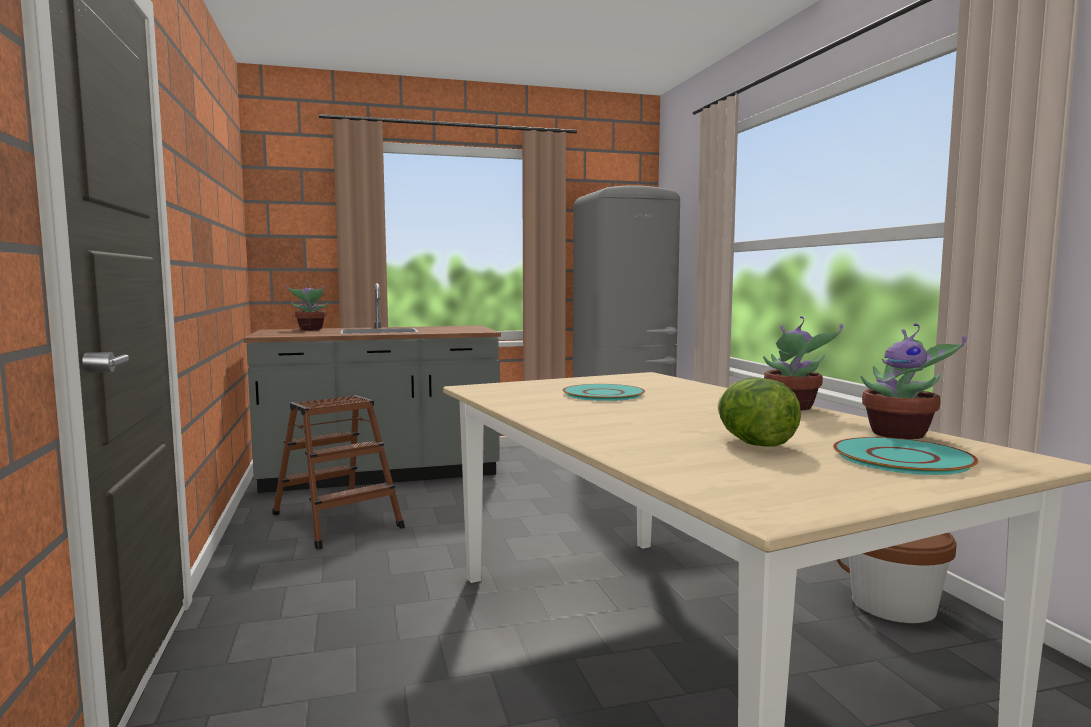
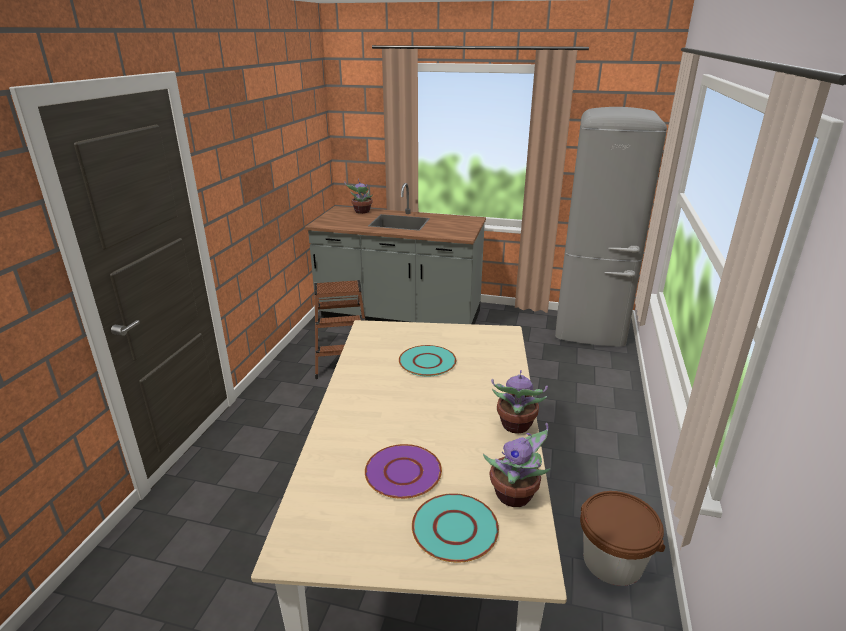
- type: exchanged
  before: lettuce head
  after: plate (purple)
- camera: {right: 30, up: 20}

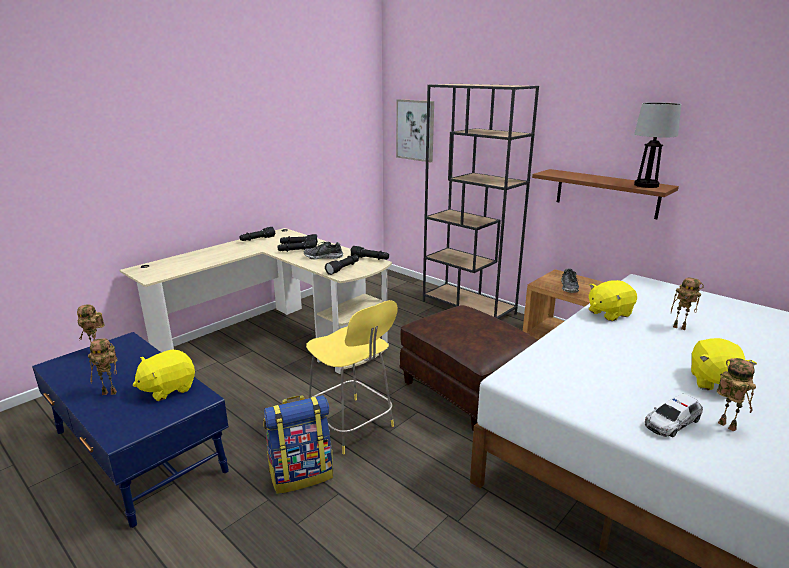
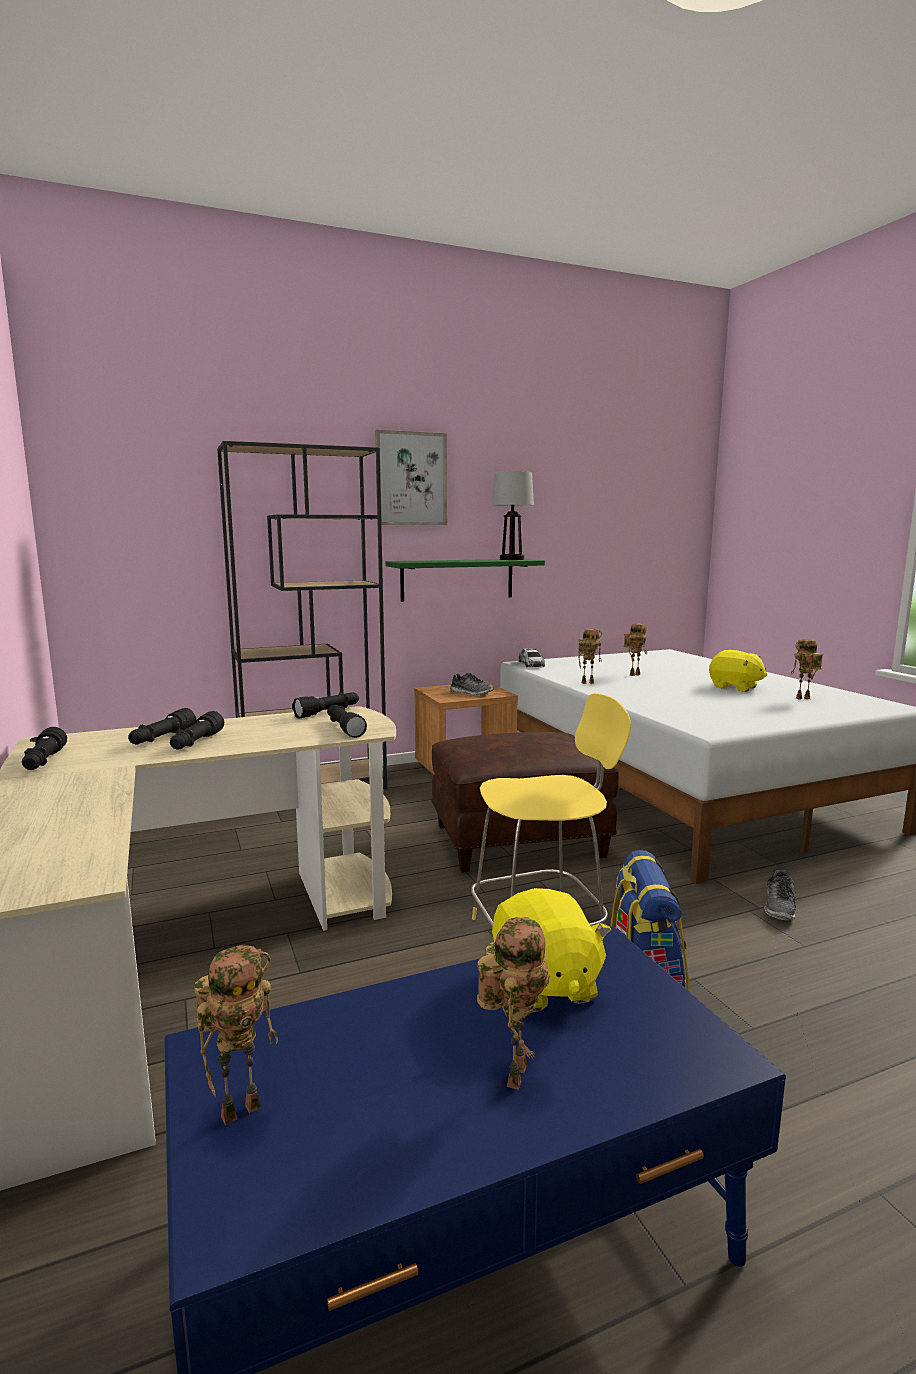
- type: relocated
  before: shoe (no. 1 from left in the first image)
  after: shoe (no. 2 from left)
- type: relocated
  before: wall art
- type: relocated
  before: miniature car
- type: exchanged
  before: cuddly toy (yellow) (no. 2 from left)
  after: model robot (no. 3 from left)
- type: colour
  before: wall shelf (brown)
  after: wall shelf (greenish)
- camera: {right: -65, up: -10}

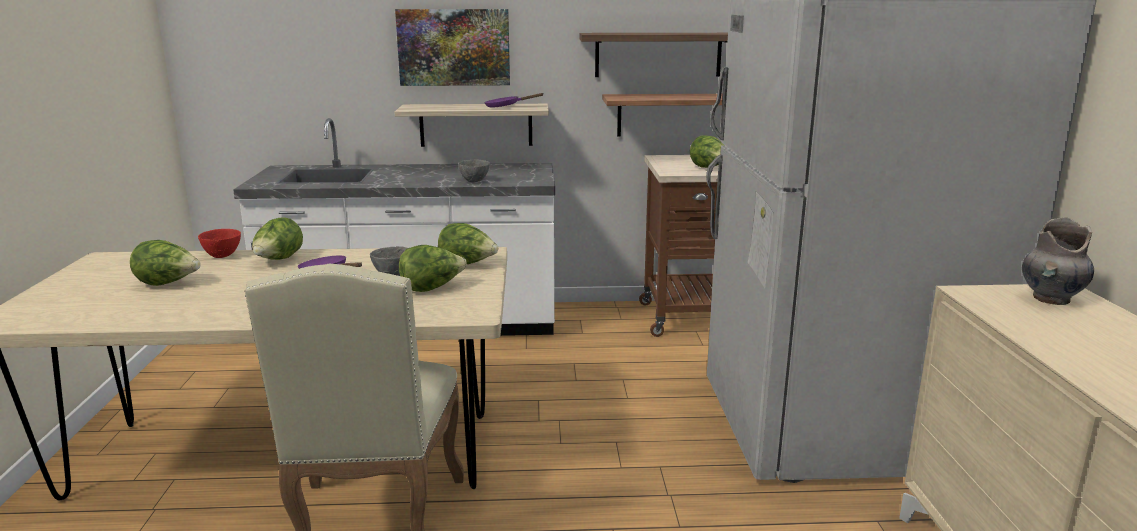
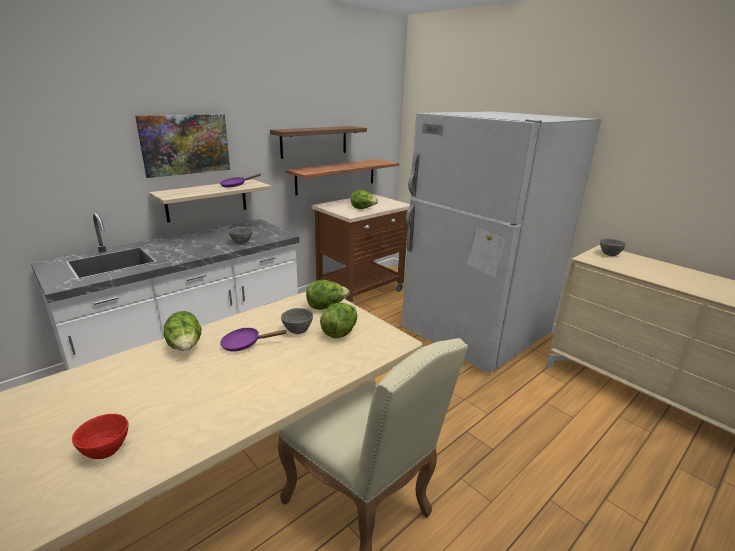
- type: missing
  before: lettuce head (no. 1 from left)
- type: relocated
  before: serving bowl (red)
- type: exchanged
  before: vase (greyish)
  after: serving bowl (greyish) (no. 3 from left)
- camera: {right: -40, up: 5}

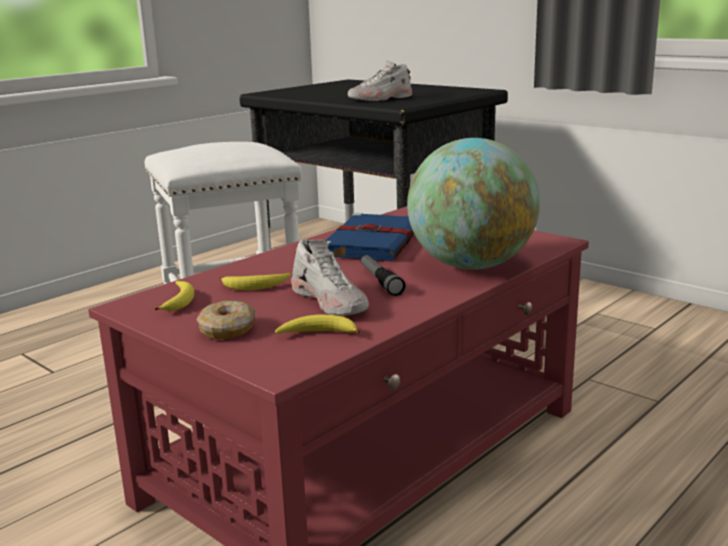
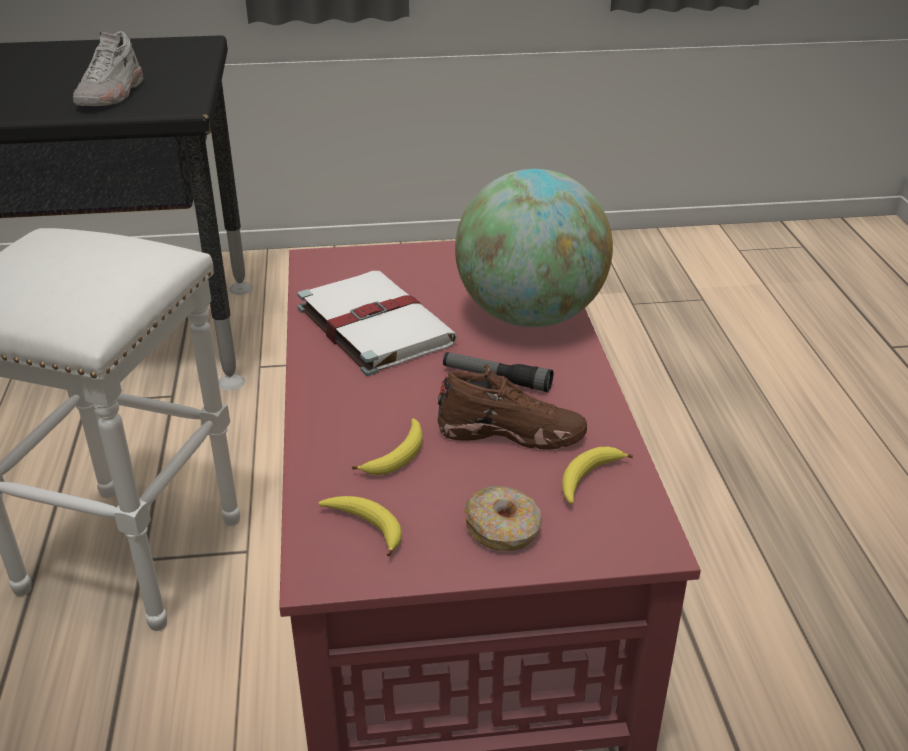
- type: colour
  before: shoe (whitish) (no. 1 from left)
  after: shoe (brown)
- type: colour
  before: book (bluish)
  after: book (whitish)
- camera: {right: -50, up: 15}

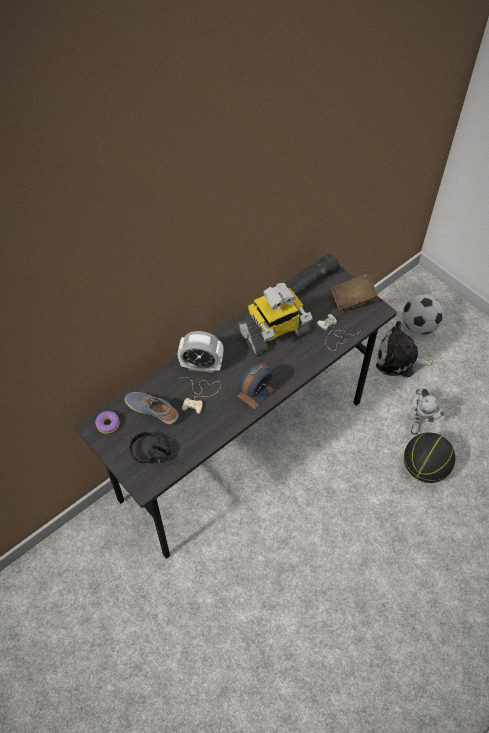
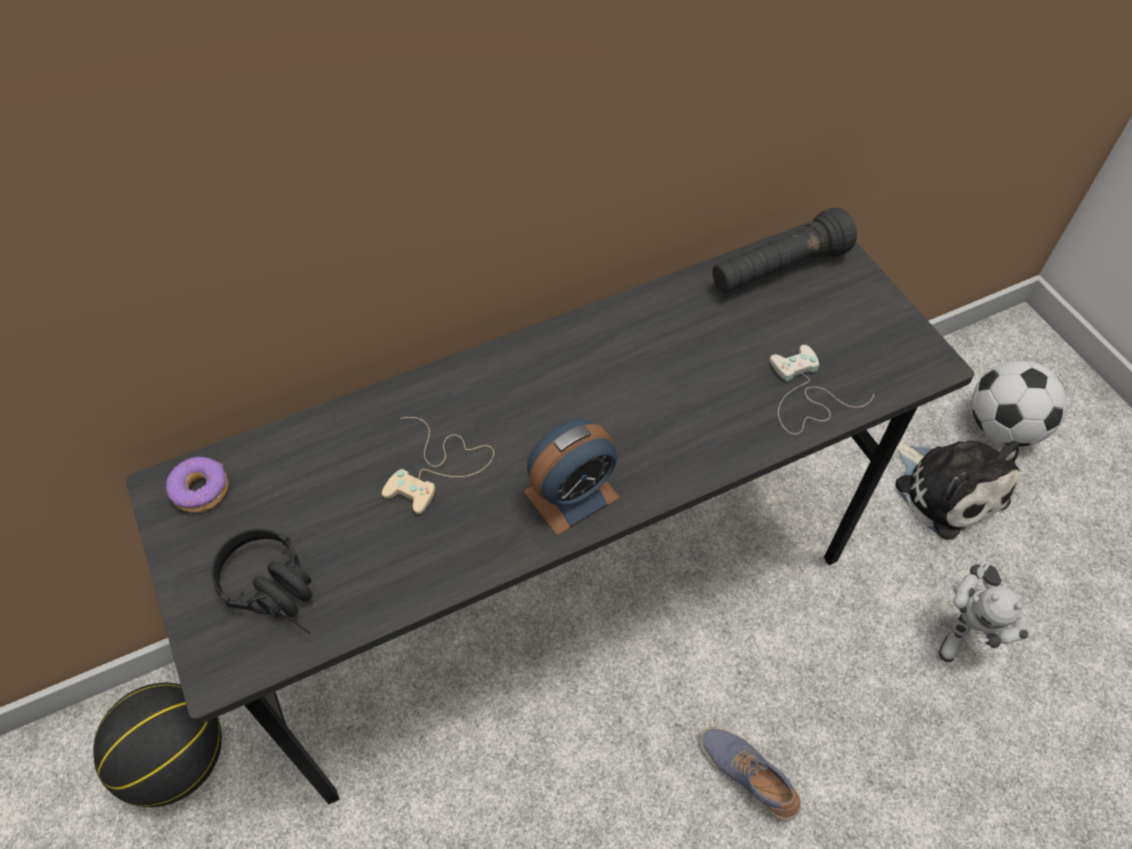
- type: missing
  before: bedside clock (no. 1 from left)
- type: missing
  before: model robot (no. 1 from left)
- type: missing
  before: book (brown)
- type: relocated
  before: shoe
- type: relocated
  before: ball for basketball
- type: spun
  before: cuddly toy
  turn: -150
- camera: {right: 15, up: 0}

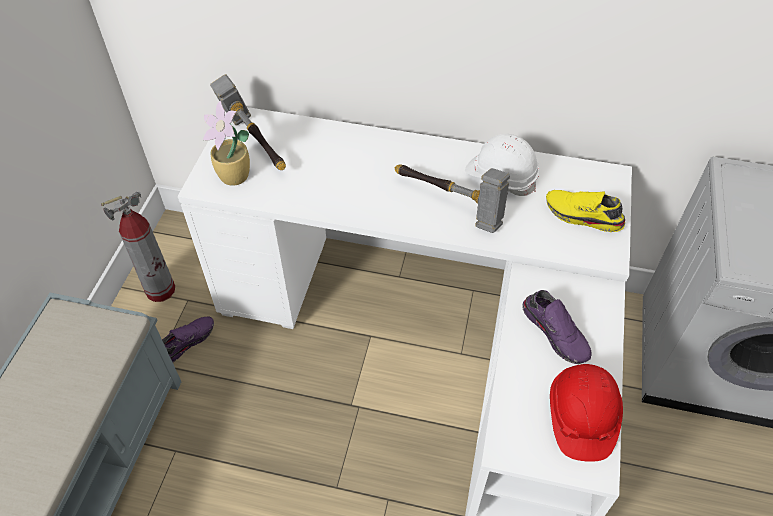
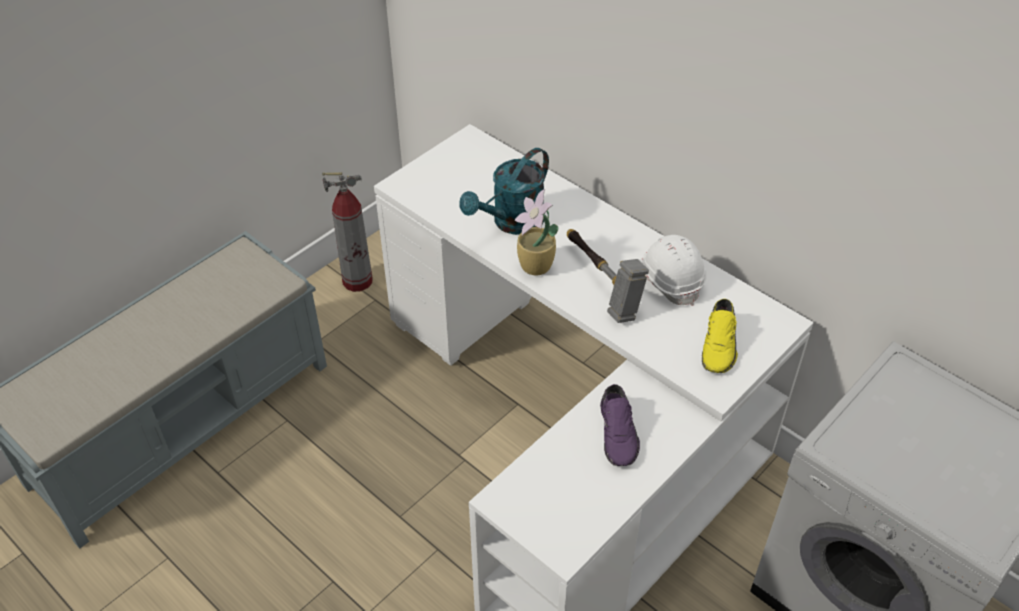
- type: missing
  before: shoe (purple) (no. 1 from left)
- type: missing
  before: hammer (no. 1 from left)
- type: missing
  before: safety helmet (red)
- type: appeared
  after: watering can (turquoise)
- type: relocated
  before: potted plant
- type: spun
  before: shoe (yellow)
  turn: -135
- camera: {right: 30, up: -5}

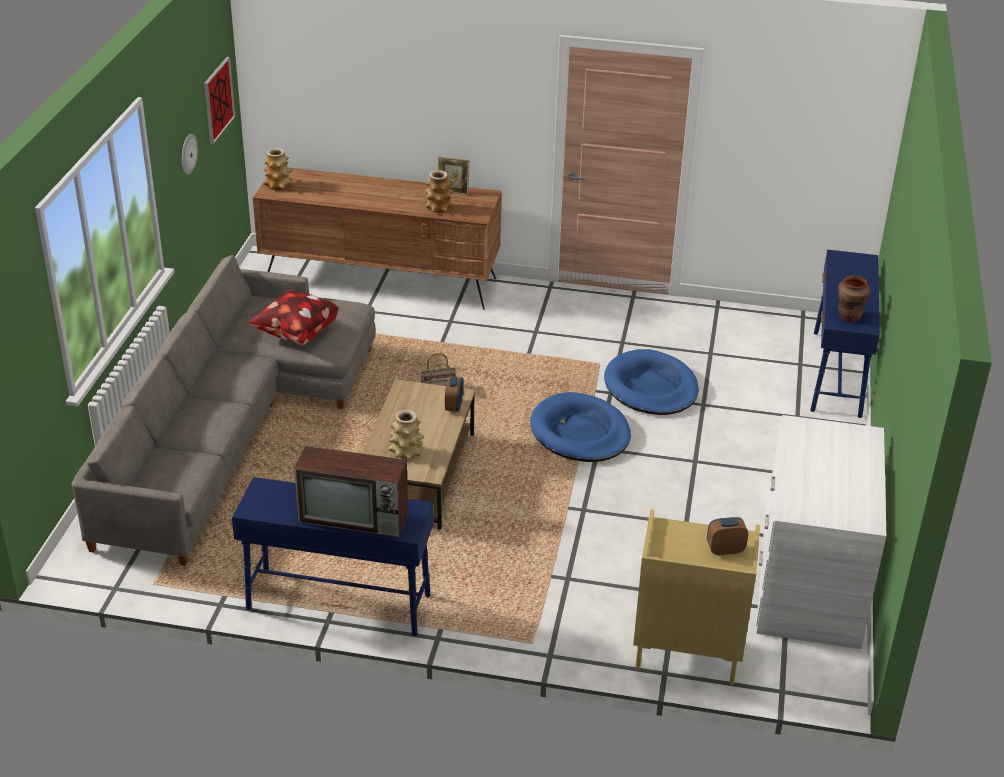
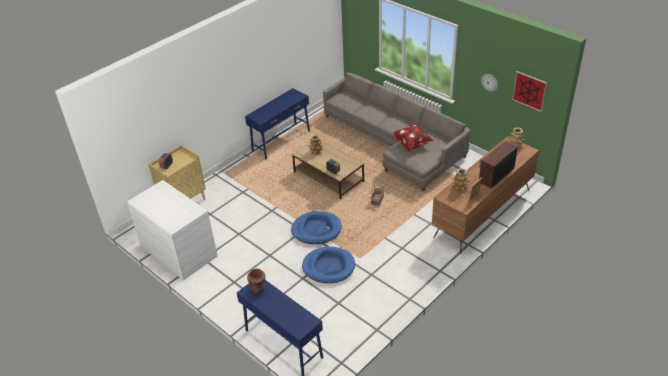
- type: relocated
  before: television
- camera: {right: 125, up: 5}

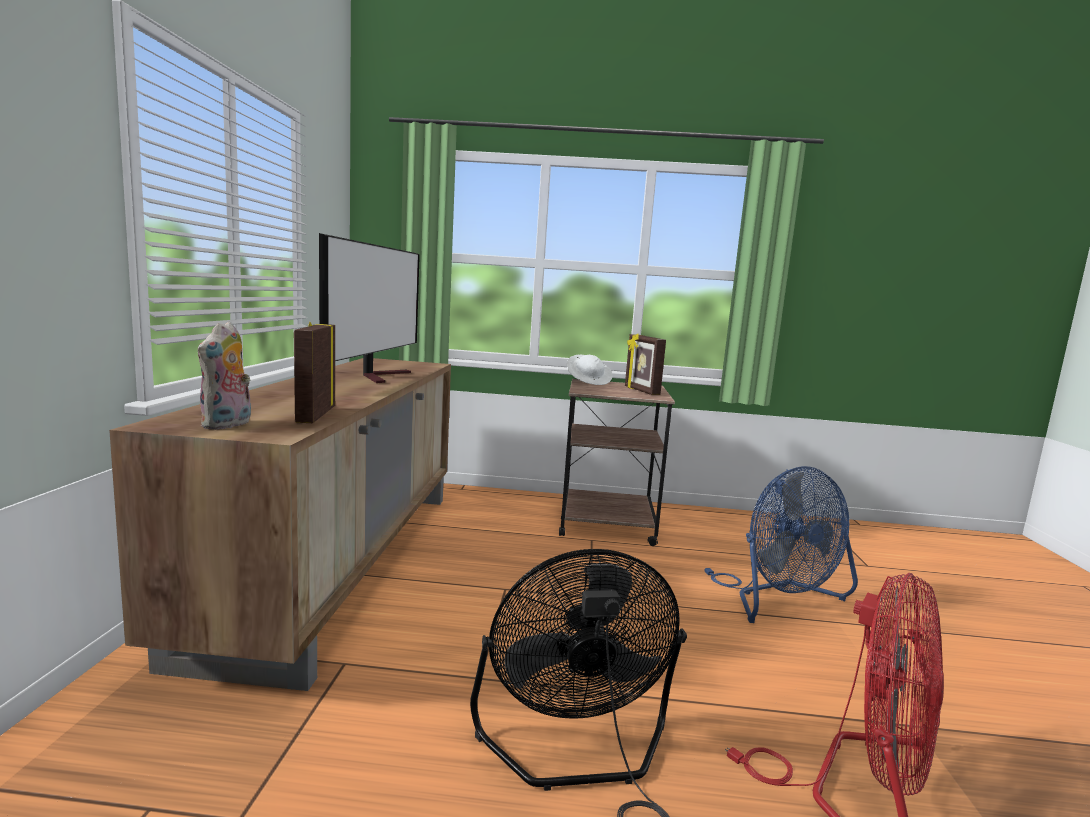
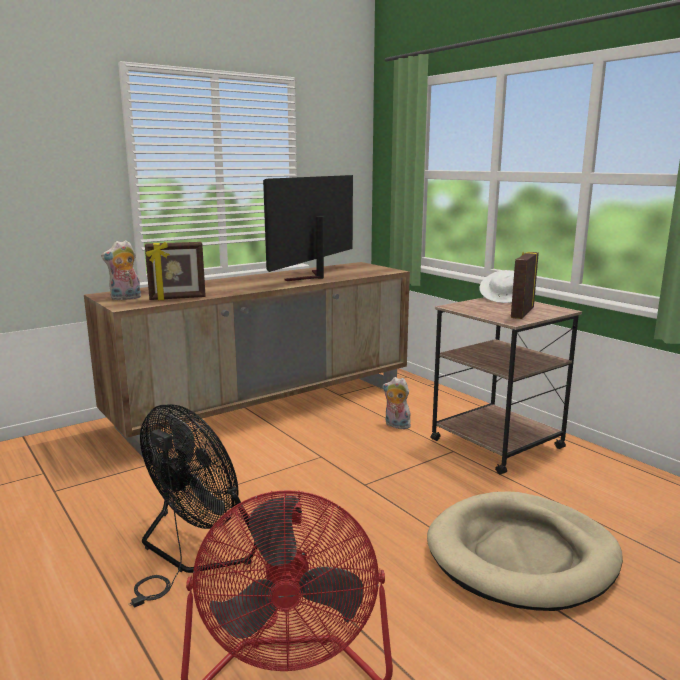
- type: appeared
  after: cuddly toy (no. 2 from left)
- type: exchanged
  before: fan (bluish)
  after: pet bed (beige-coloured)
- type: spun
  before: standing frame (no. 1 from left)
  turn: -150
- type: spun
  before: television
  turn: 150
- camera: {right: 50, up: 5}

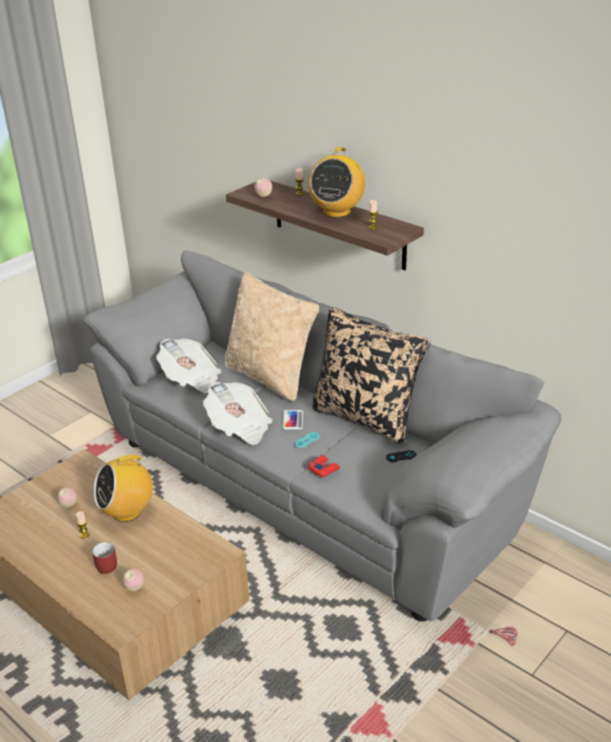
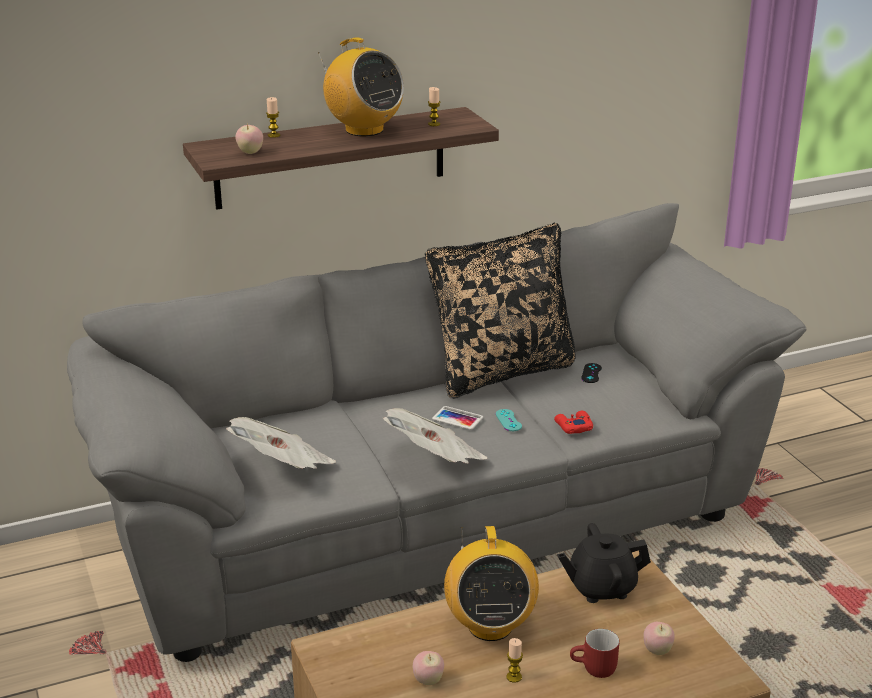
- type: missing
  before: throw pillow (beige-coloured)
- type: appeared
  after: tea pot (black)
- camera: {right: -65, up: -5}

